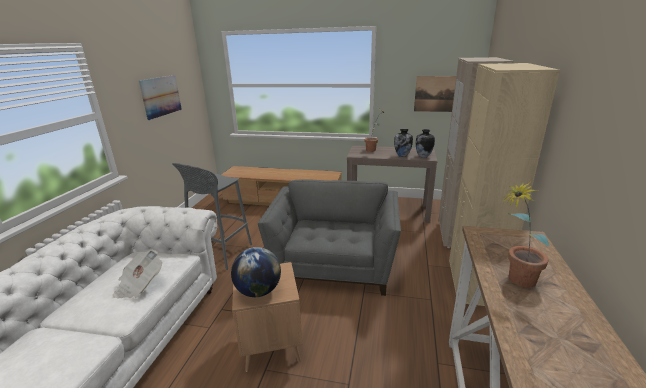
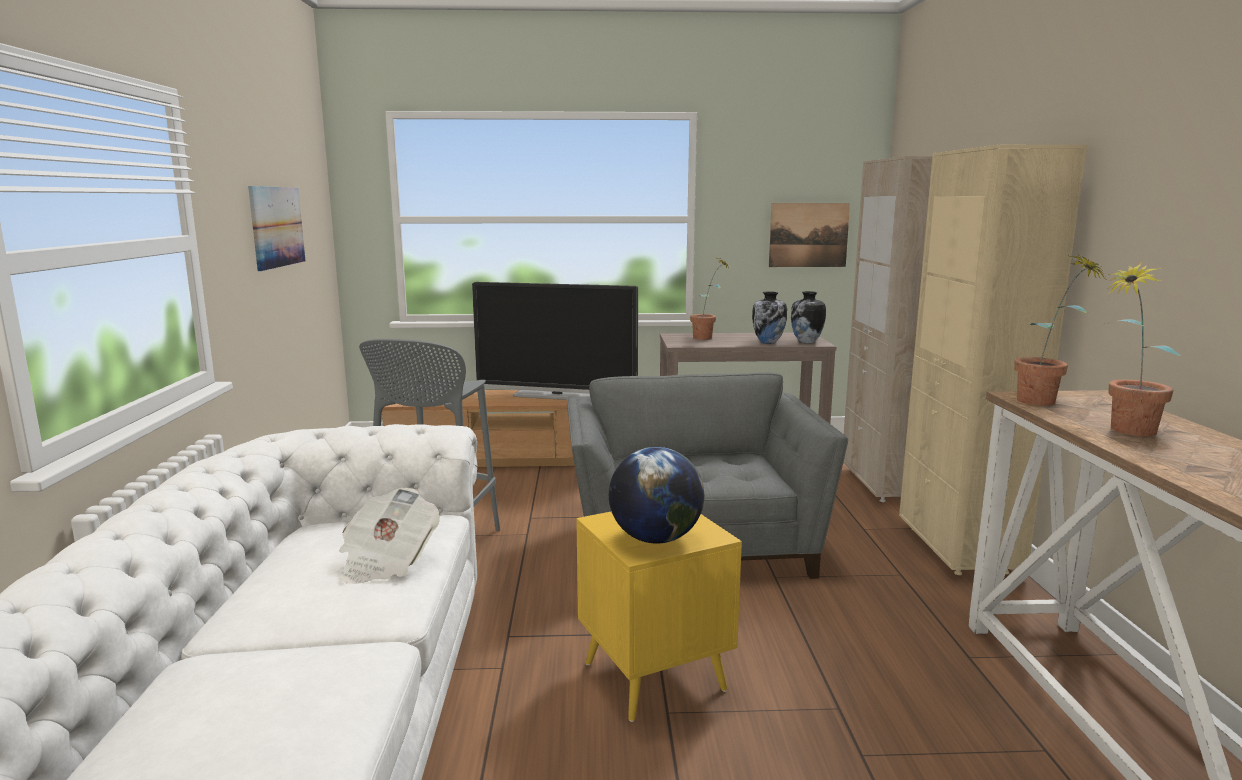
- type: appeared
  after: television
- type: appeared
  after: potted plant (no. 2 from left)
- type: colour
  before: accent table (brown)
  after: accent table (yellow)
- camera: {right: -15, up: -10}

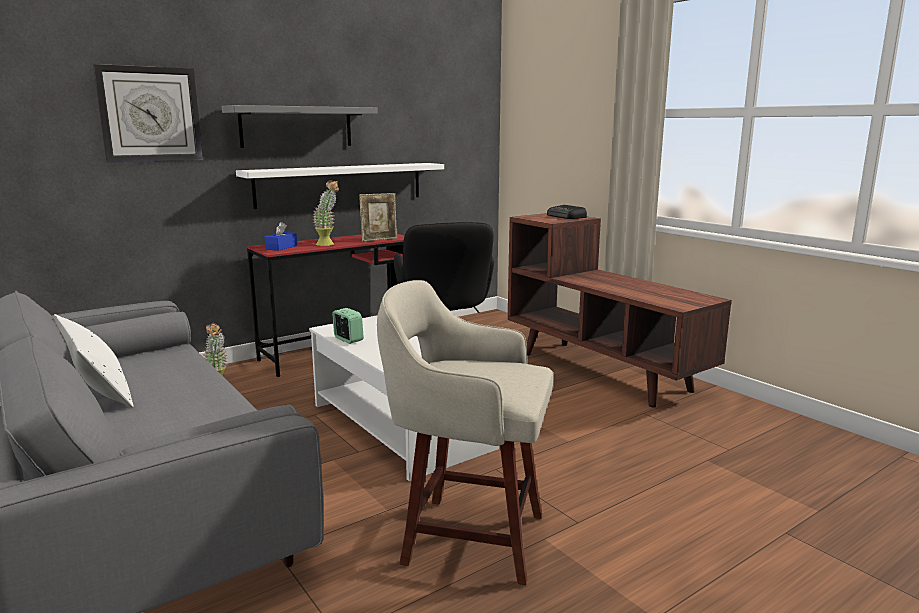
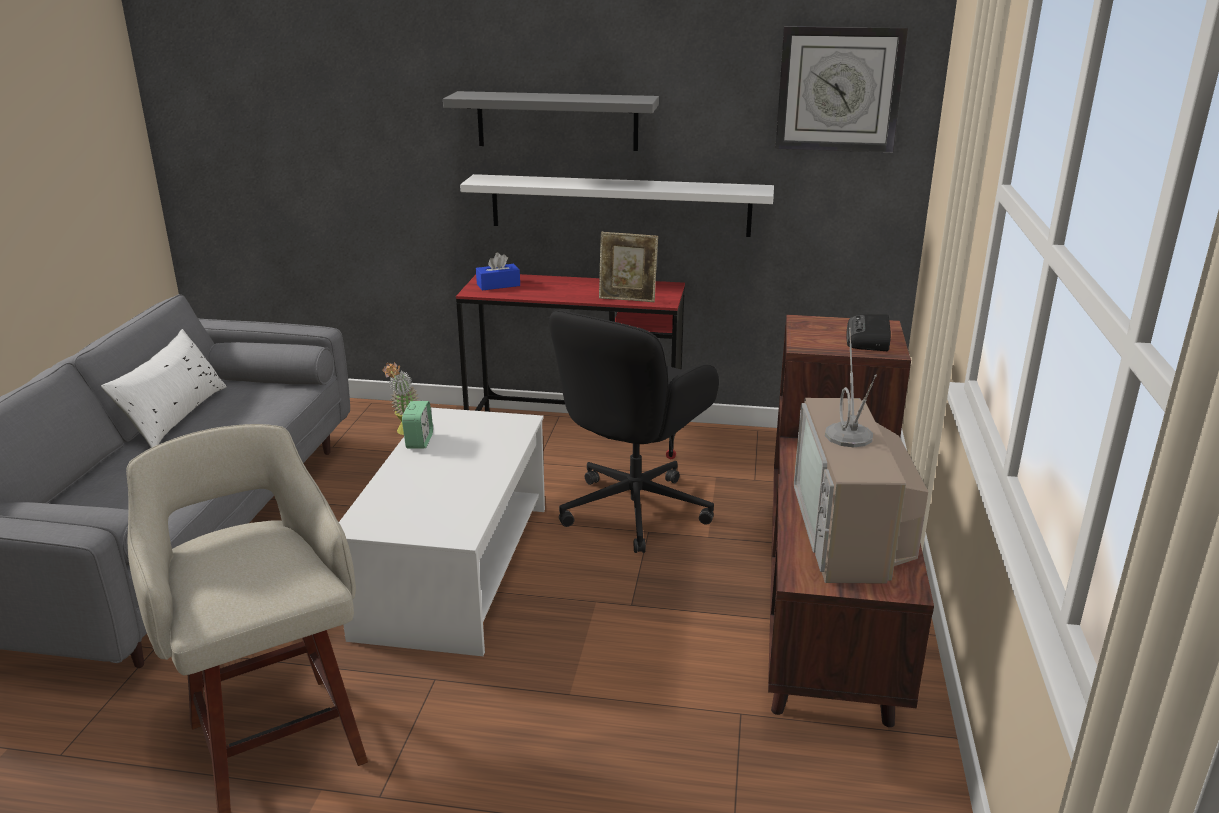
- type: missing
  before: potted plant (no. 2 from left)
- type: appeared
  after: television
- type: relocated
  before: clock on the wall
- camera: {right: 45, up: 10}

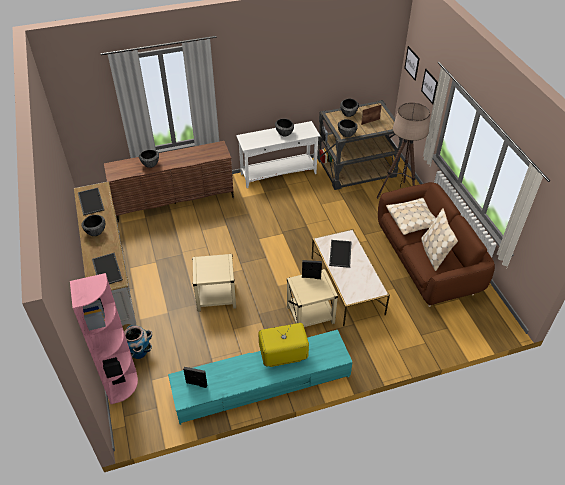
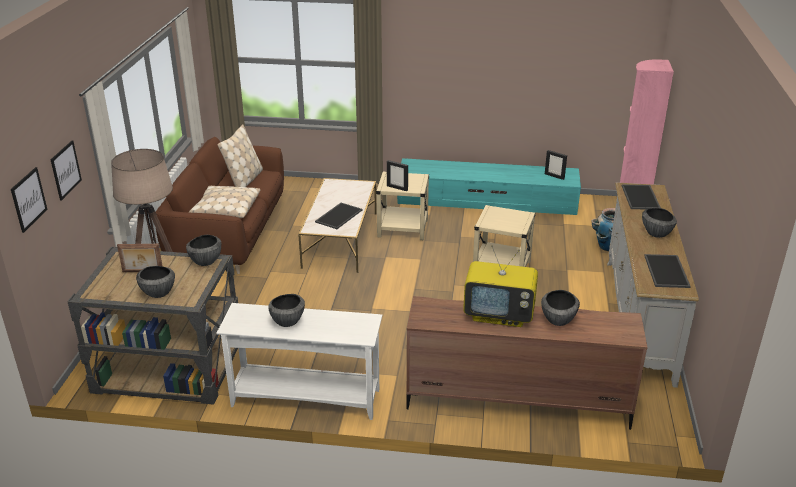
- type: relocated
  before: television
- camera: {right: -155, up: -15}

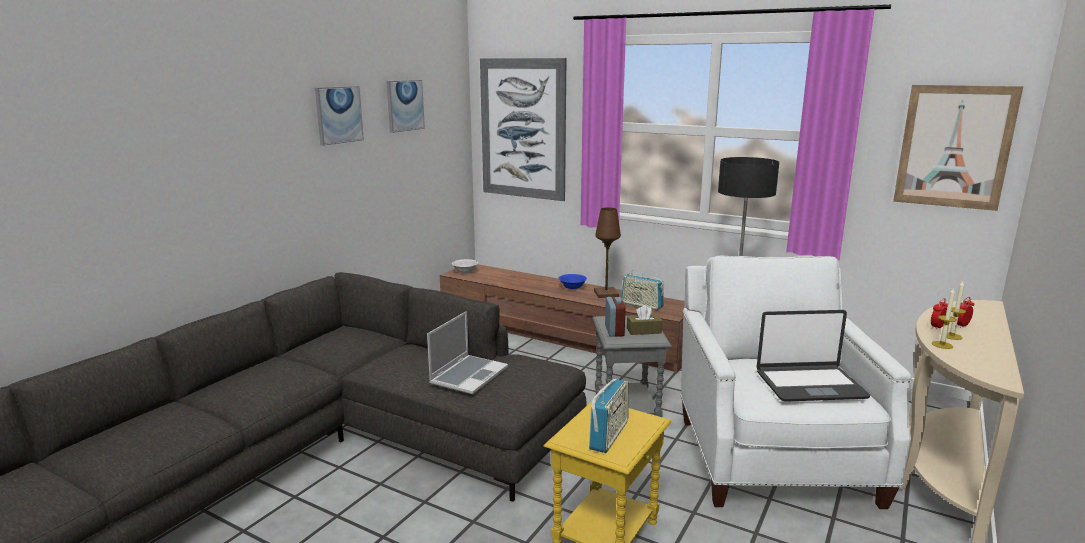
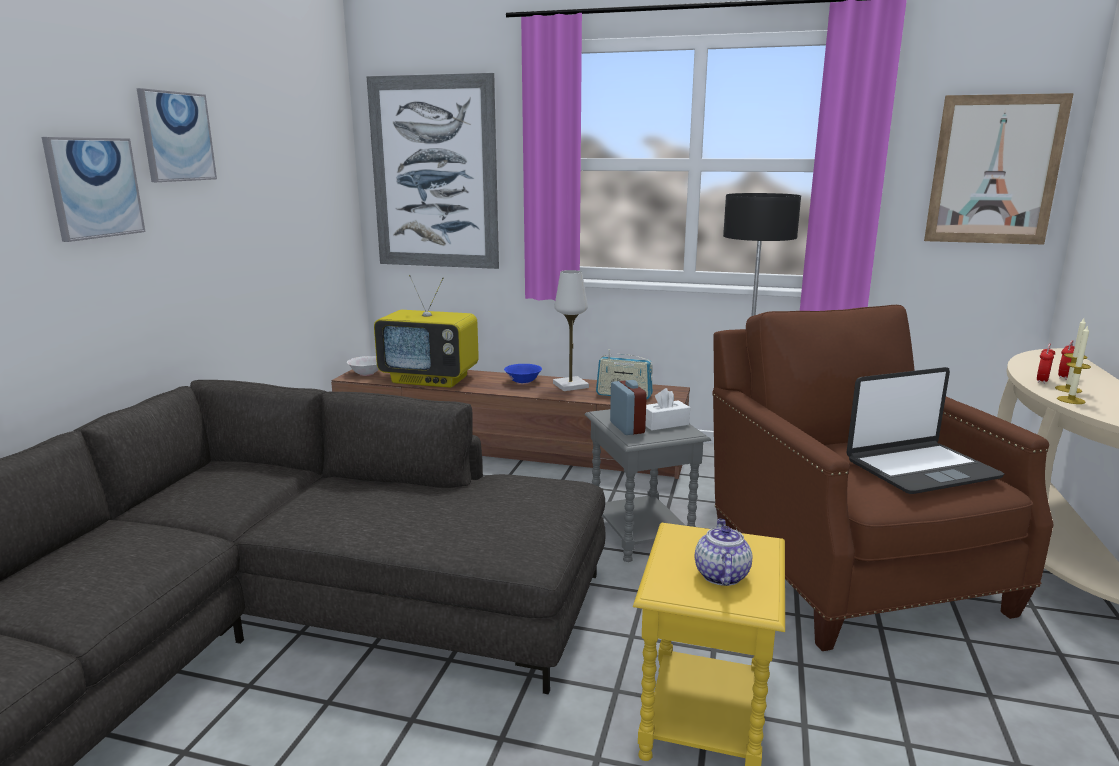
- type: missing
  before: laptop (no. 1 from left)
- type: appeared
  after: television
- type: relocated
  before: wall art (no. 2 from left in the first image)
  after: wall art (no. 1 from left)
- type: exchanged
  before: radio (no. 1 from left)
  after: tea pot
- type: colour
  before: table lamp (brown)
  after: table lamp (whitish)
- type: colour
  before: tissue holder (brown)
  after: tissue holder (whitish)
- type: colour
  before: lounge chair (whitish)
  after: lounge chair (brown)
- camera: {right: -15, up: 0}

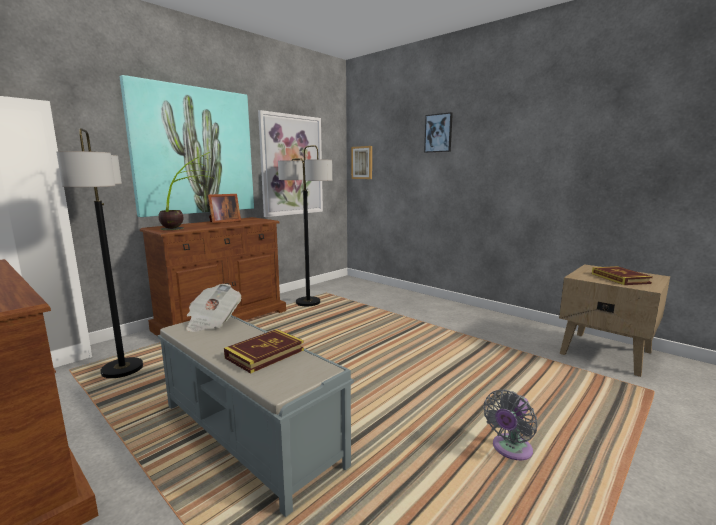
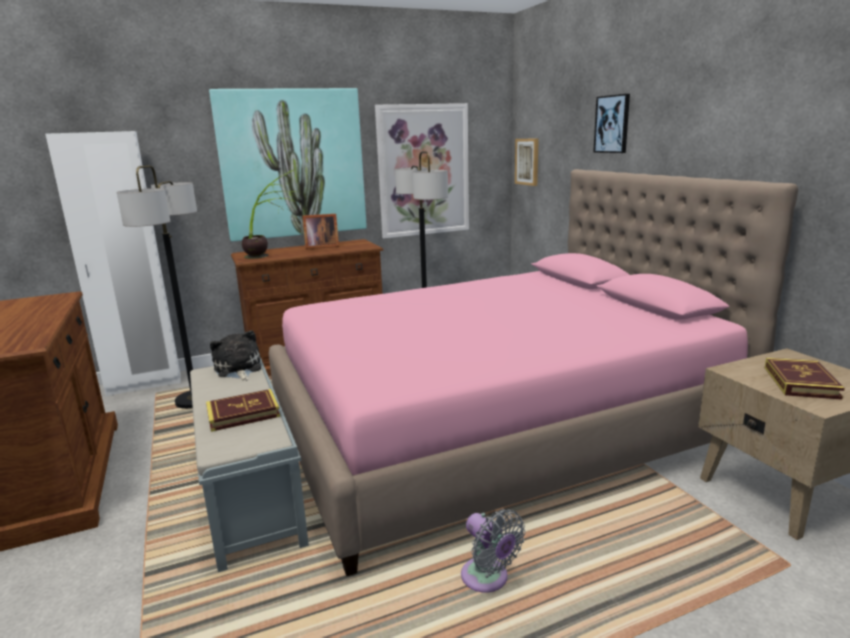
- type: appeared
  after: bedroom bed (pinkish)
- type: exchanged
  before: daily paper
  after: cuddly toy
- type: spun
  before: fan (greyish)
  turn: -105
- camera: {right: 25, up: 5}

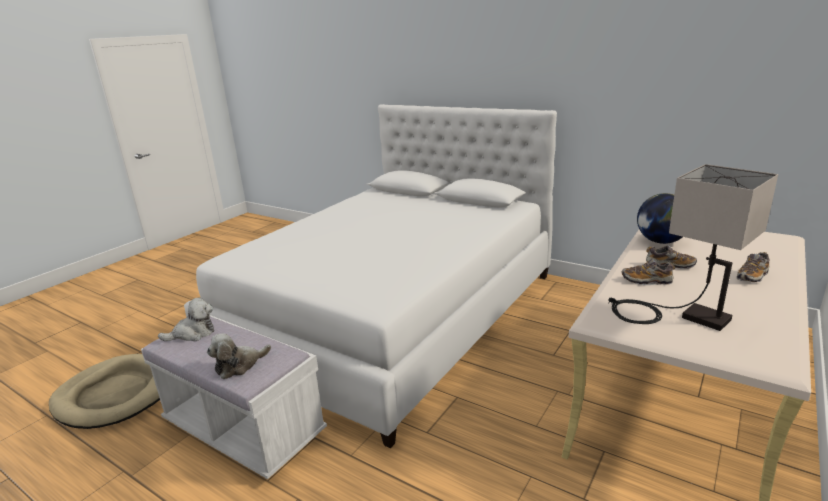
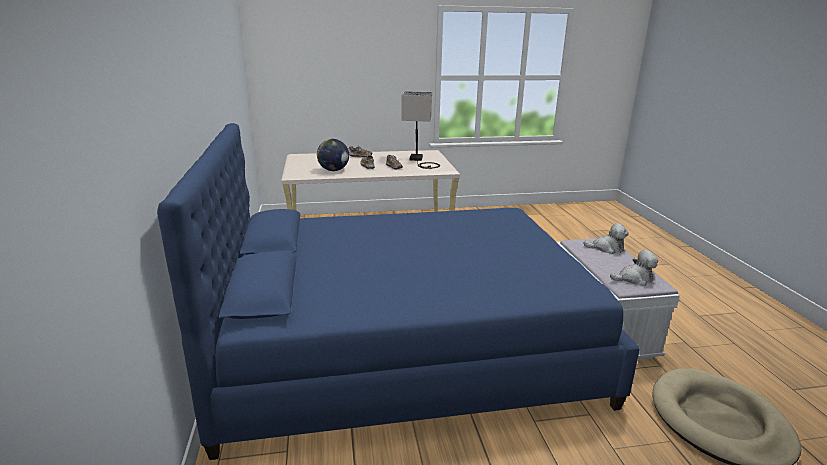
- type: colour
  before: bedroom bed (whitish)
  after: bedroom bed (bluish)
- type: spun
  before: cuddly toy (no. 1 from left in the first image)
  turn: 150
- camera: {right: -135, up: 0}

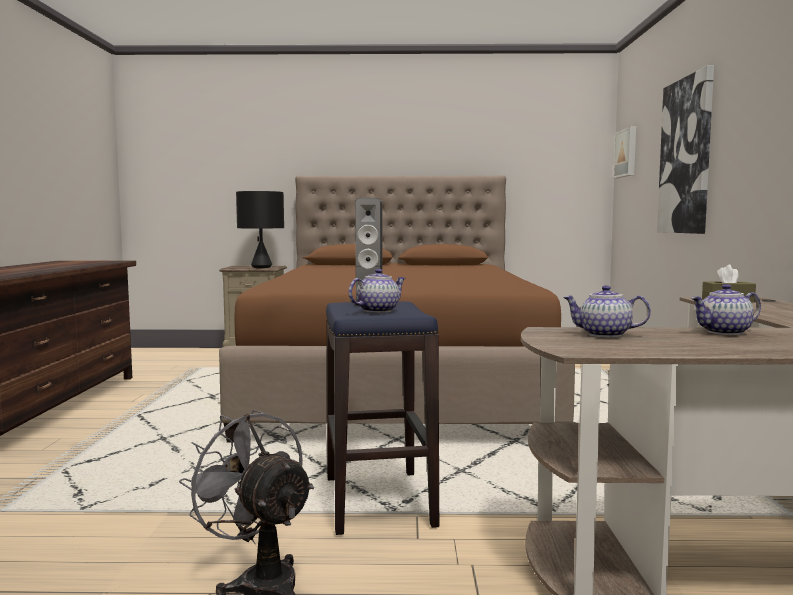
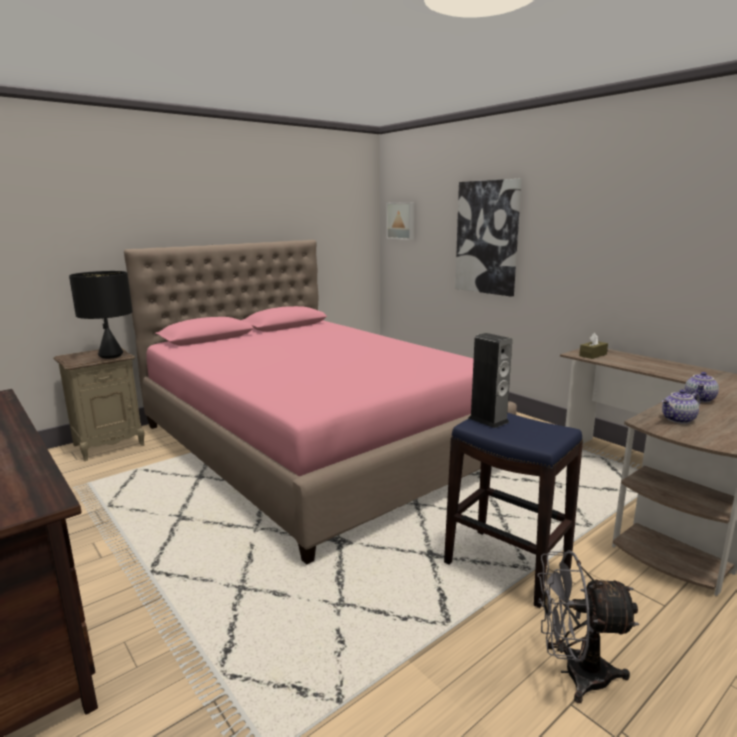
- type: missing
  before: tea pot (no. 1 from left)
- type: colour
  before: bedroom bed (brown)
  after: bedroom bed (pinkish)
- camera: {right: -40, up: 10}

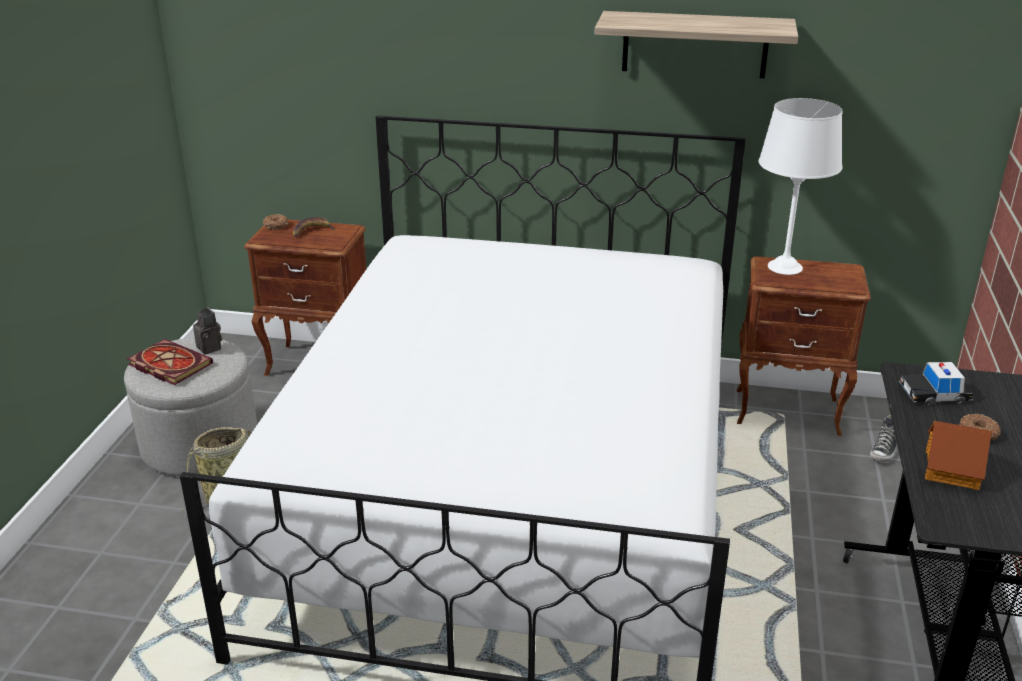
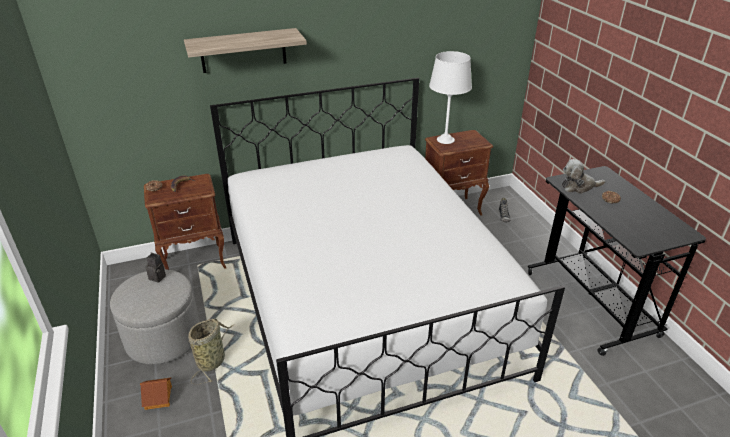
- type: missing
  before: book
- type: relocated
  before: wall shelf
- type: relocated
  before: toy house
- type: exchanged
  before: miniature car
  after: cuddly toy
- camera: {right: -30, up: 5}

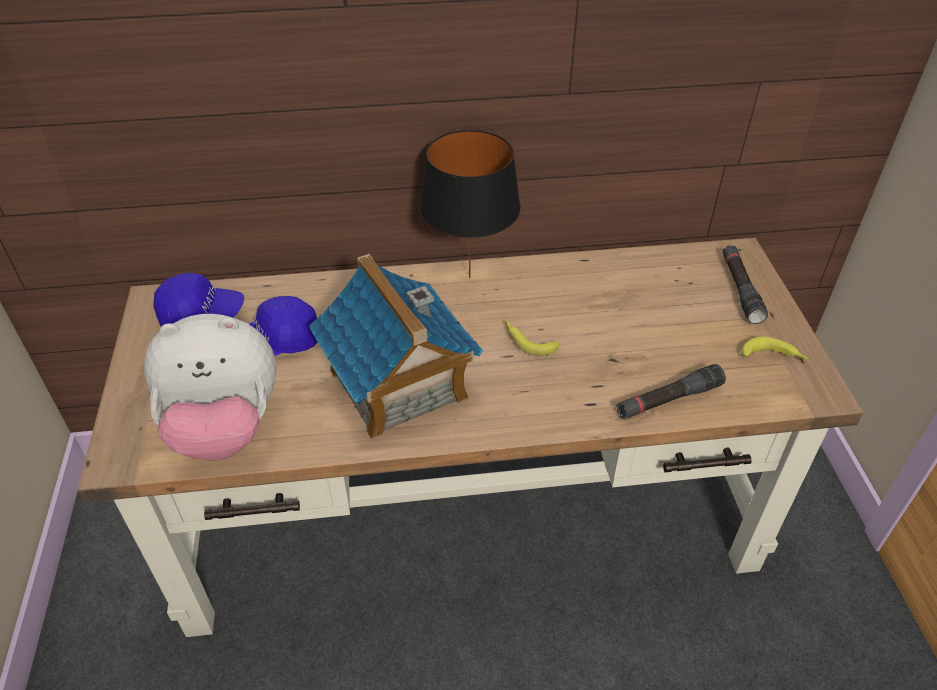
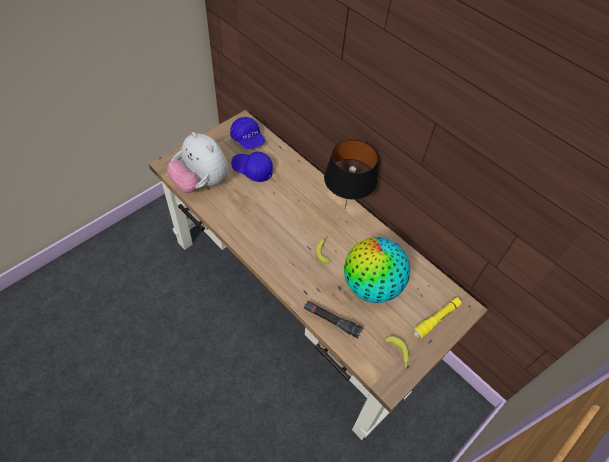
- type: missing
  before: toy house
- type: appeared
  after: desk globe
- type: colour
  before: flashlight (black) (no. 2 from left)
  after: flashlight (yellow)
- camera: {right: 50, up: 10}

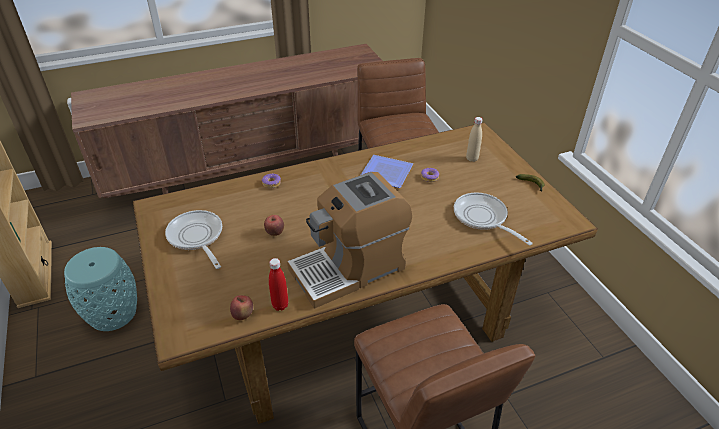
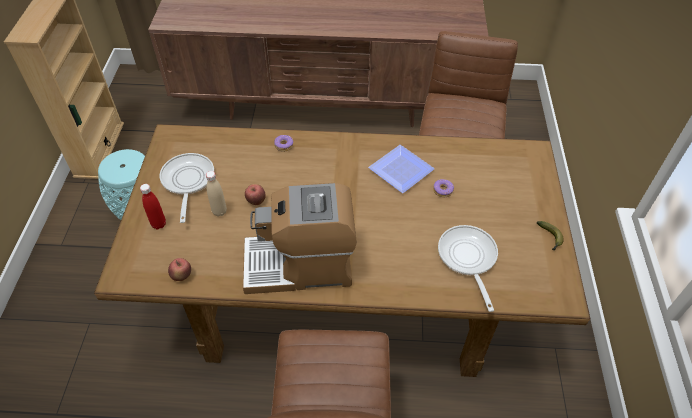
- type: relocated
  before: bottle (red)
- type: relocated
  before: bottle (beige-coloured)
- camera: {right: 25, up: 10}

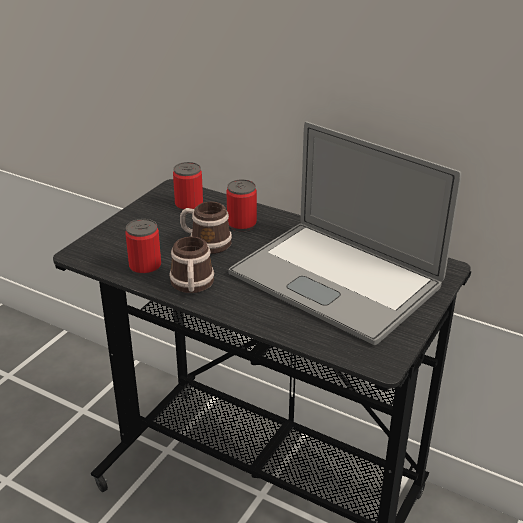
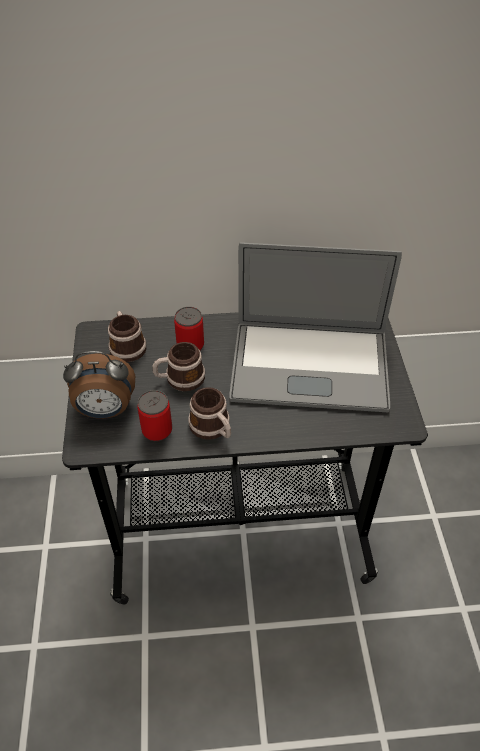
- type: appeared
  after: bedside clock
- type: exchanged
  before: metal can (no. 2 from left)
  after: mug (no. 1 from left)
- camera: {right: -35, up: 15}

